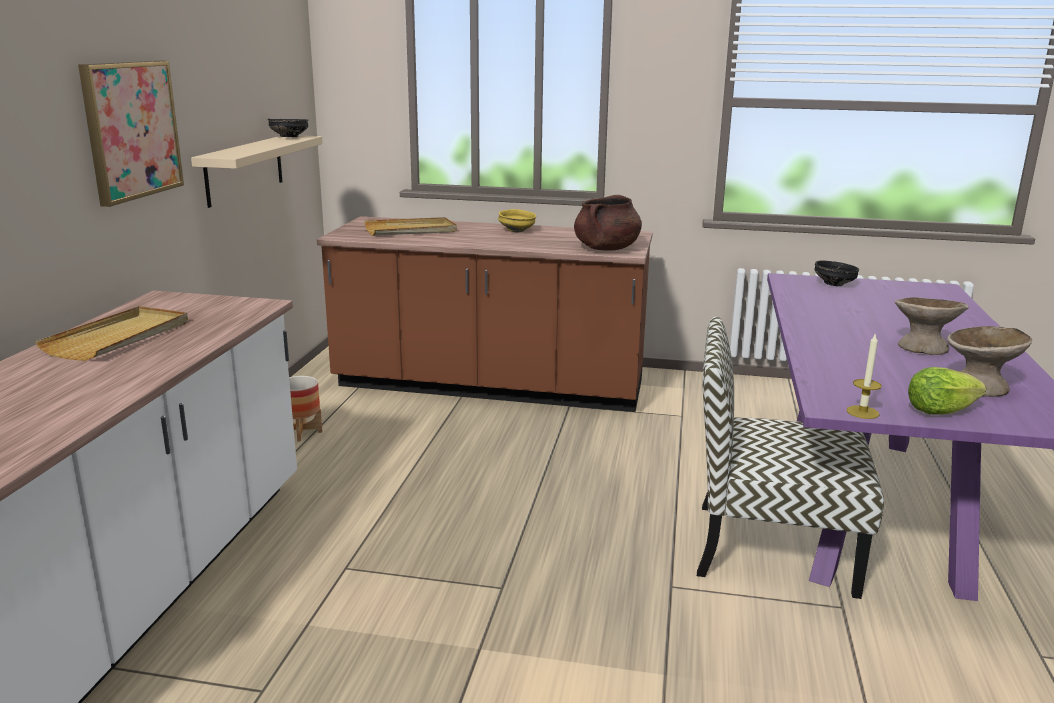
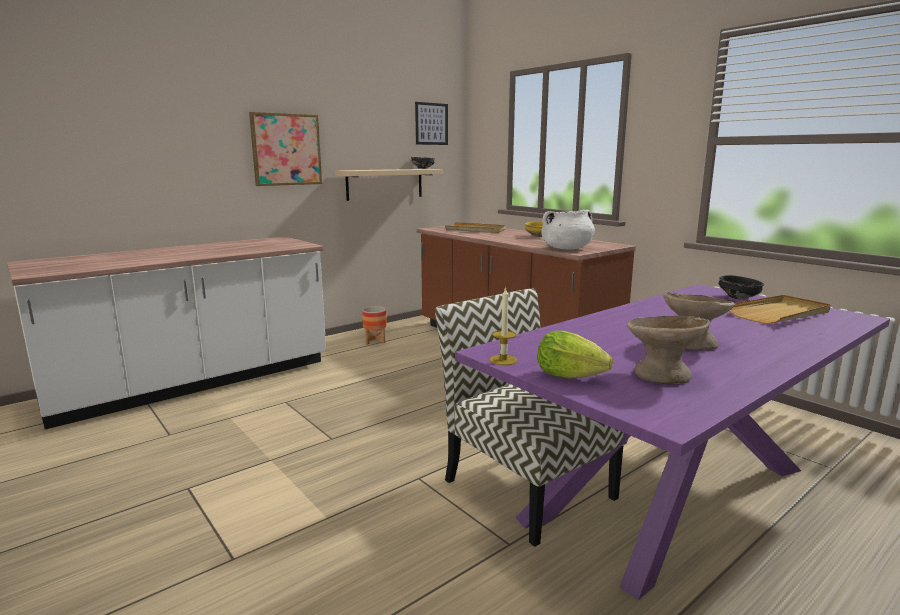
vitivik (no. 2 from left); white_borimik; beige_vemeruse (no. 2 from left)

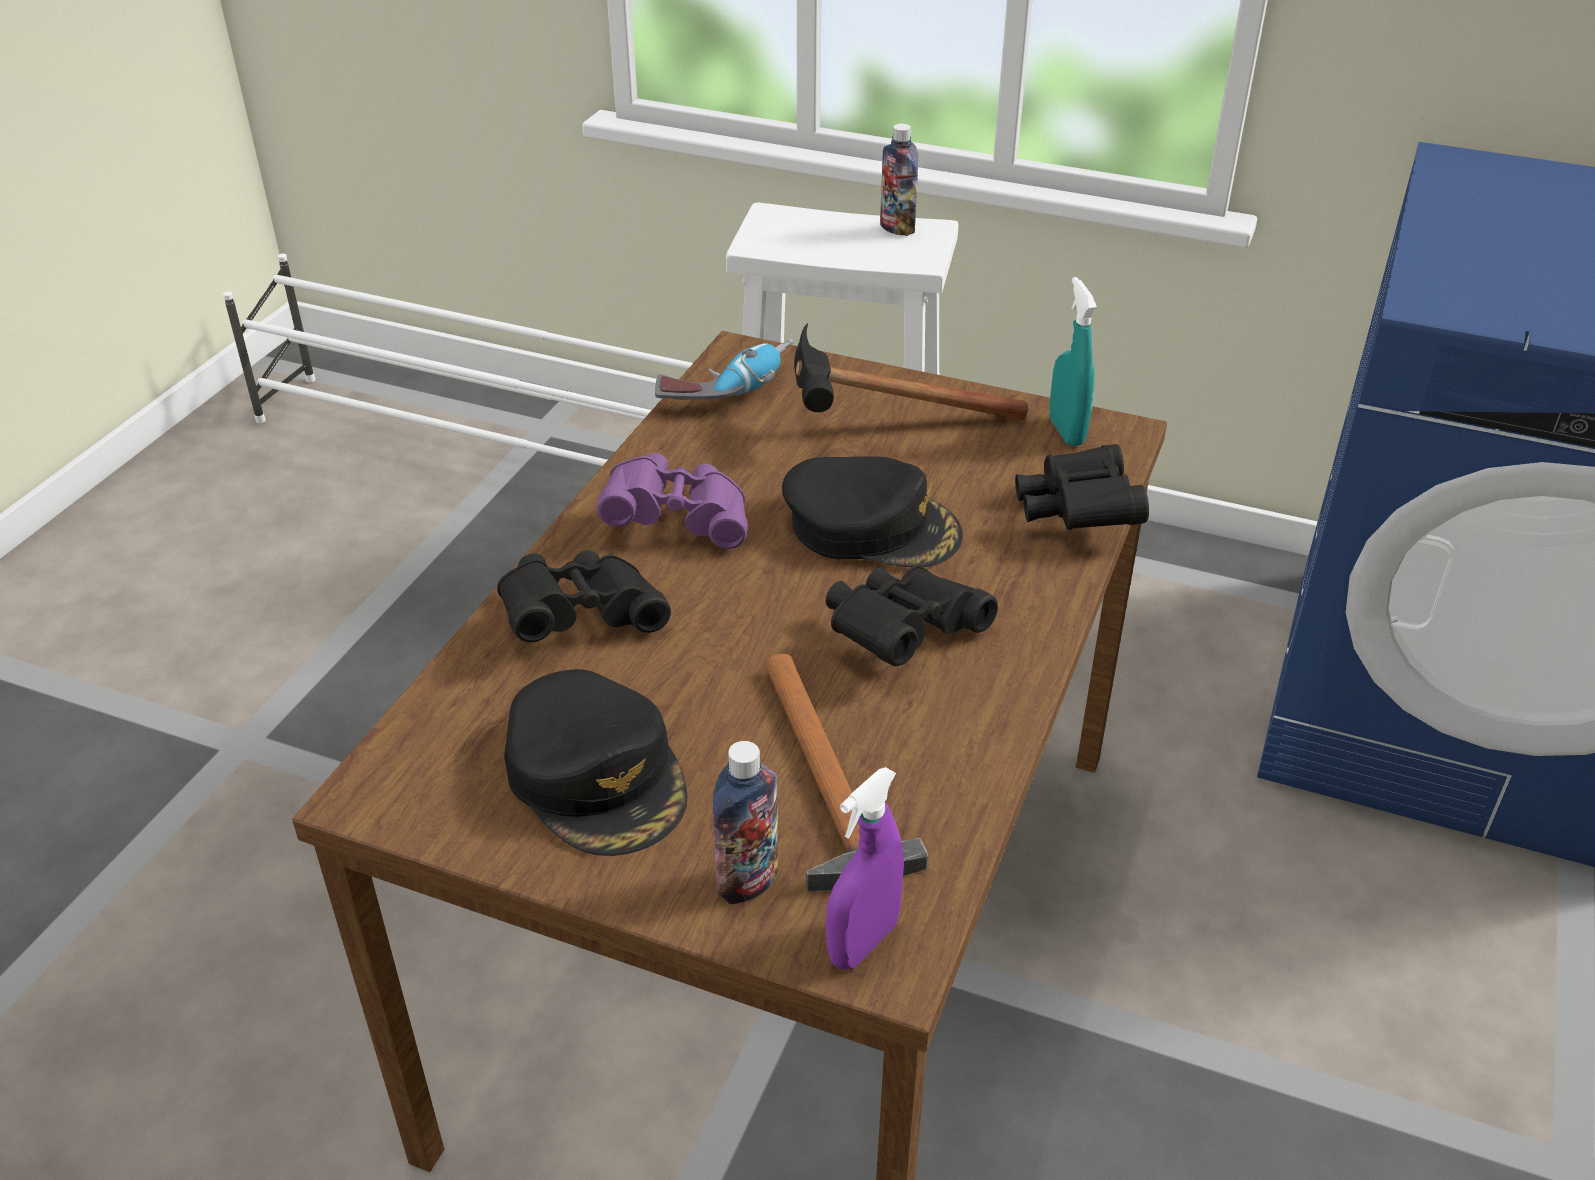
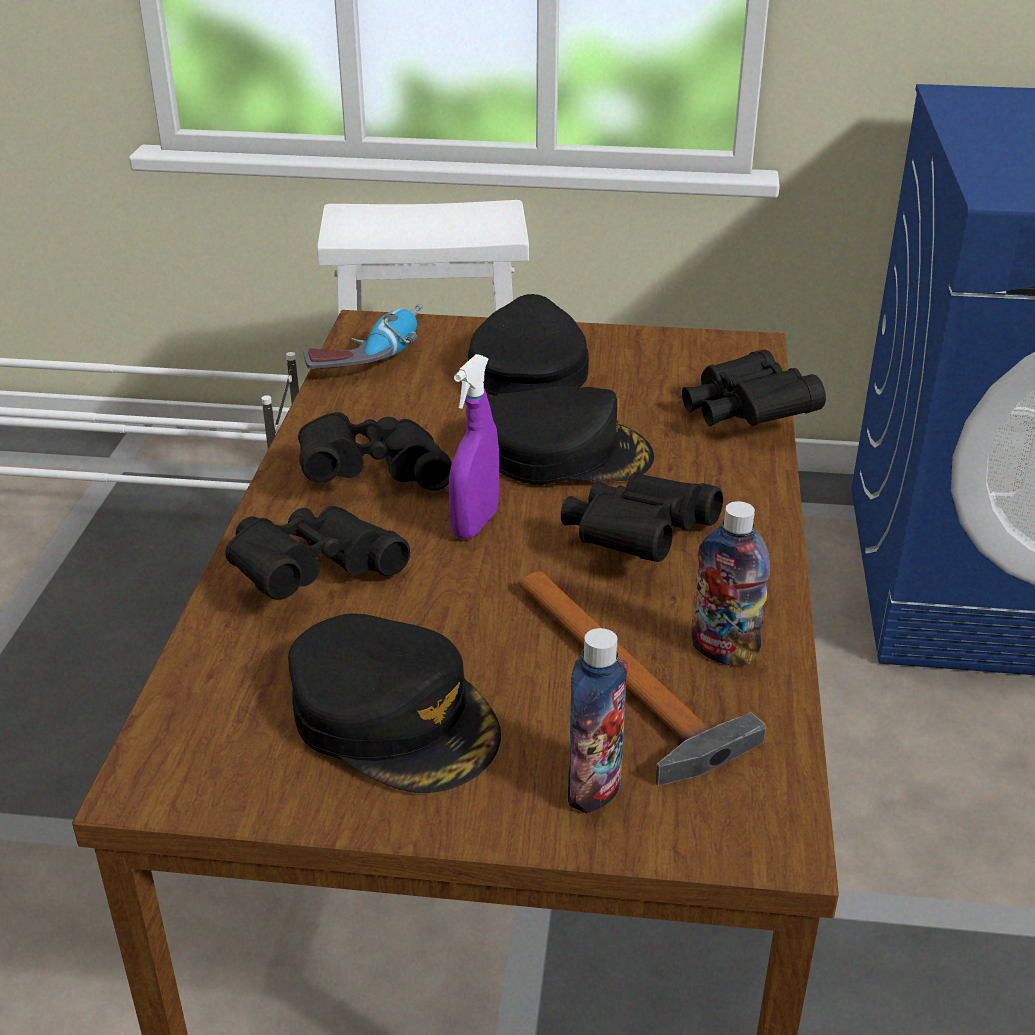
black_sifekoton (no. 2 from left); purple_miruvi; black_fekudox (no. 2 from left); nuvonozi (no. 2 from left); turquoise_miruvi

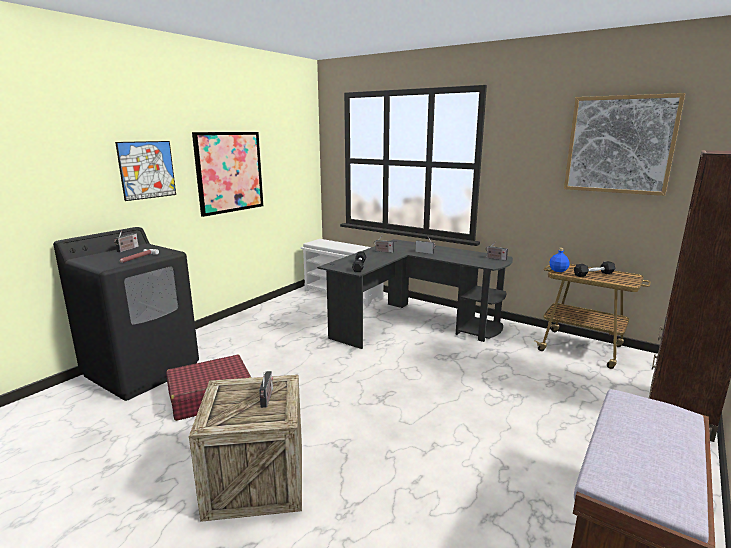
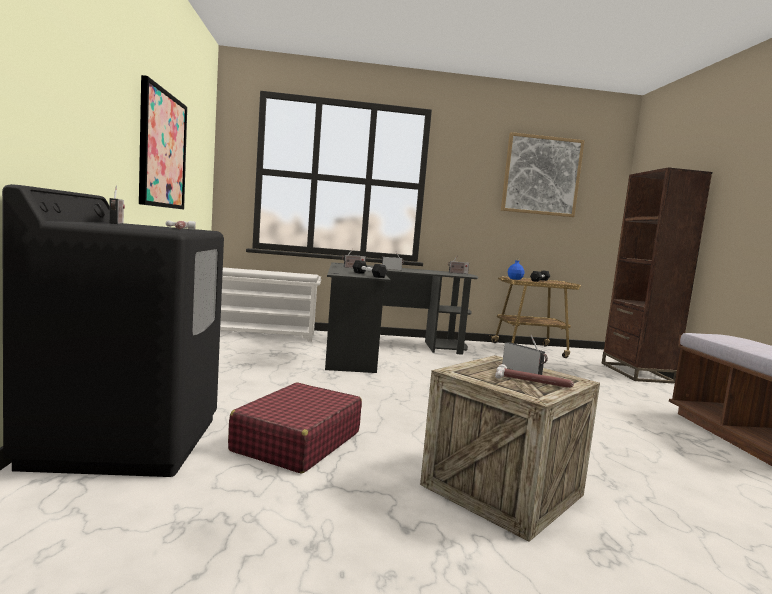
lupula (no. 2 from left); vitivik (no. 1 from left in the first image)

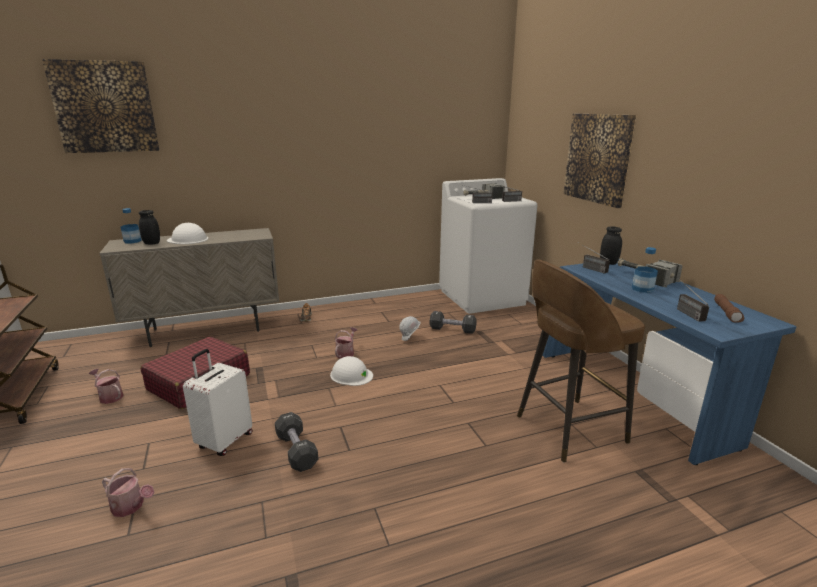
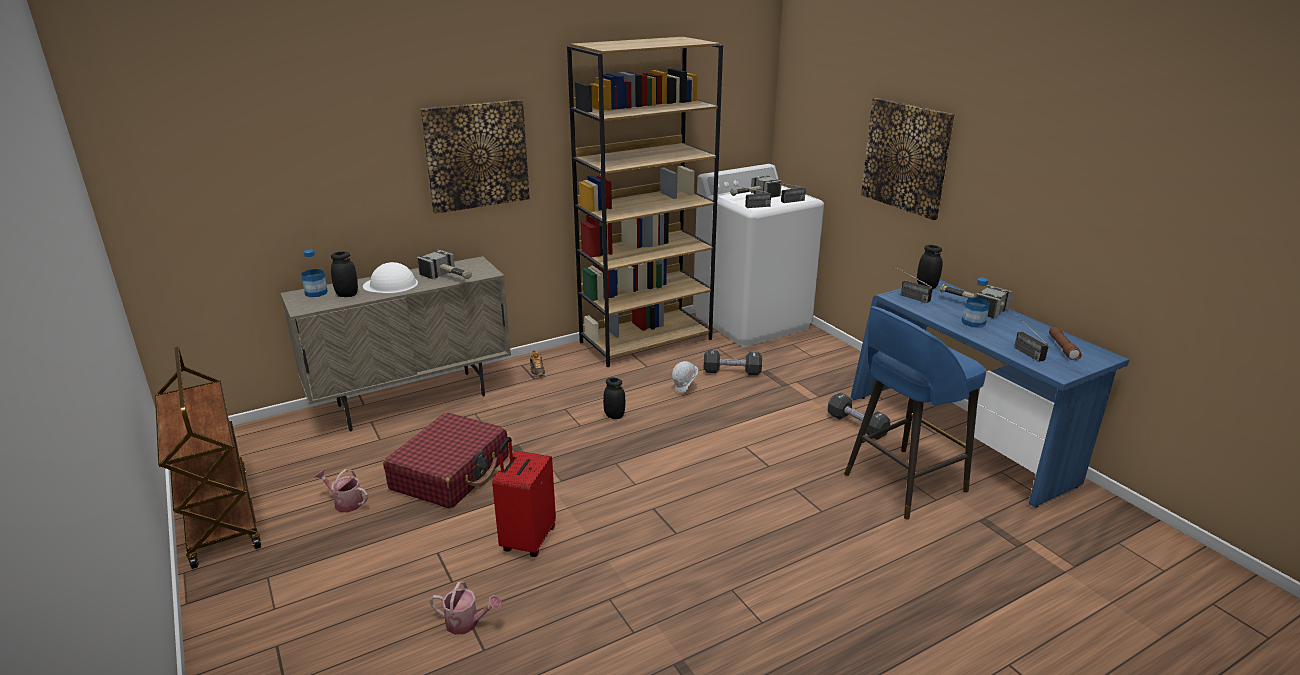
lupula (no. 1 from left); vitivik (no. 1 from left); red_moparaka (no. 2 from left); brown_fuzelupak; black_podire (no. 2 from left); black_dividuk (no. 2 from left); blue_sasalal; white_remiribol (no. 2 from left in the first image)

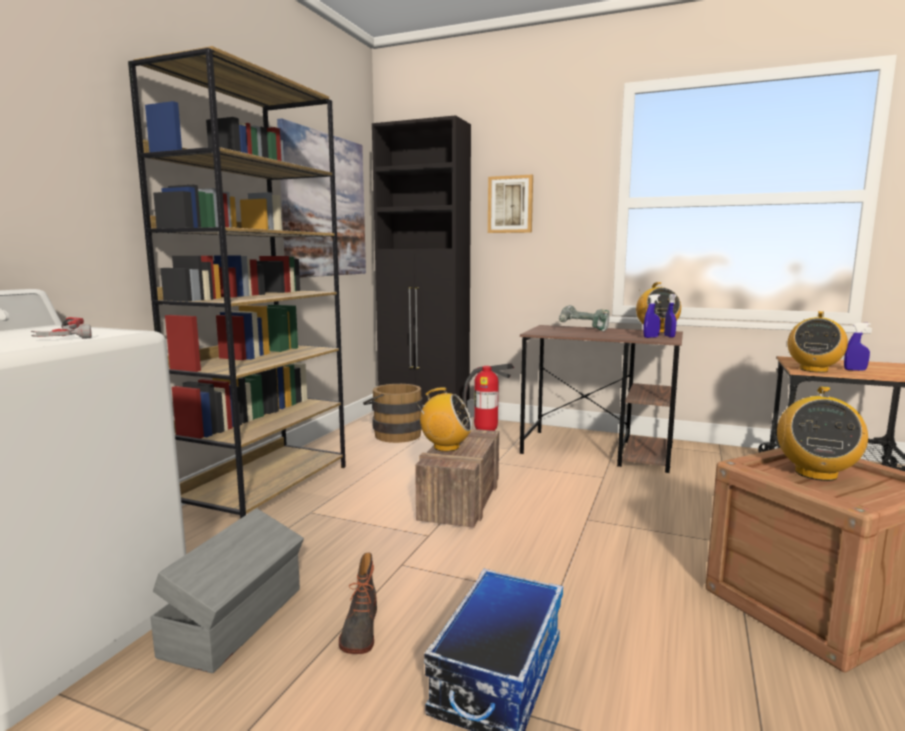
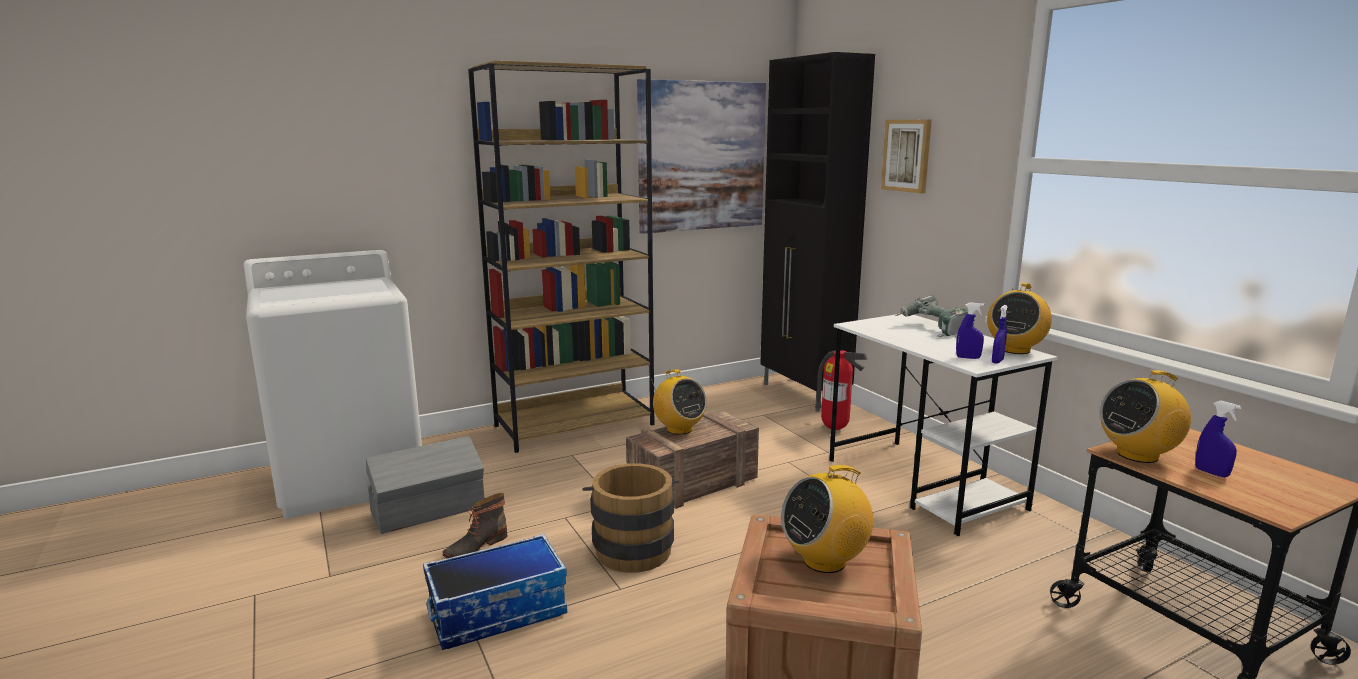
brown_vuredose; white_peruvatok; lupula

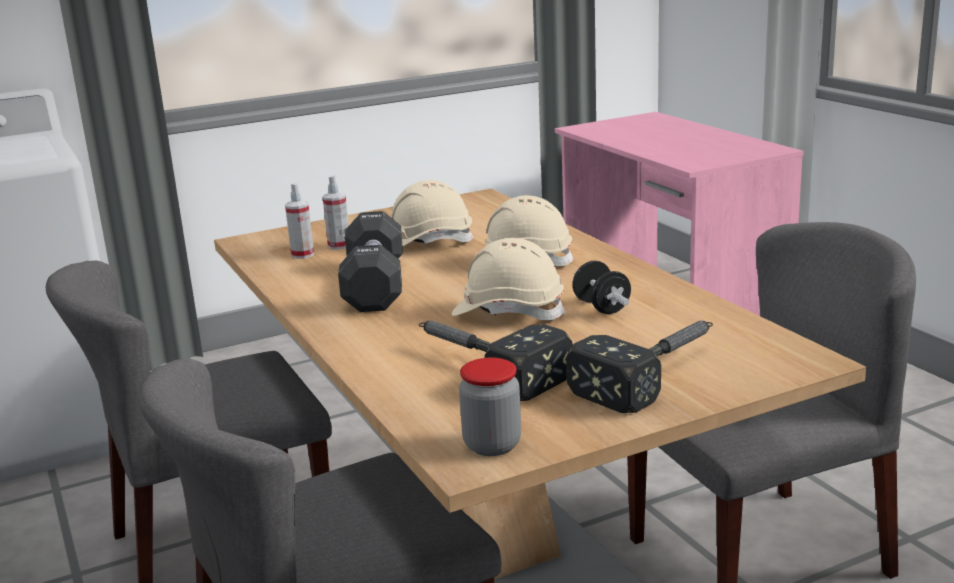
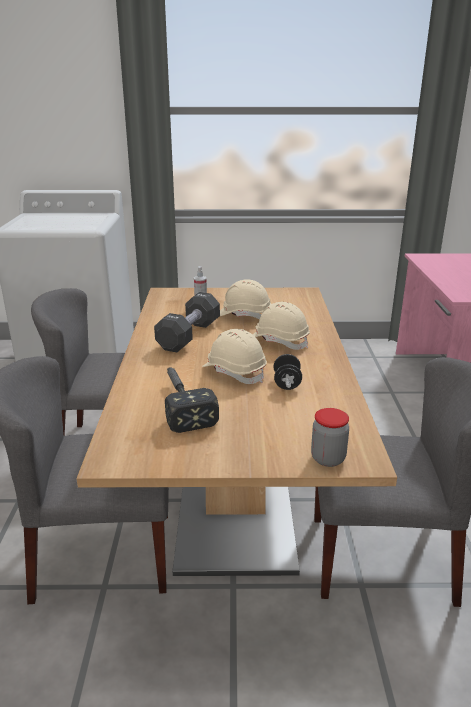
podire; miruvi (no. 1 from left in the first image); lupula (no. 2 from left in the first image)

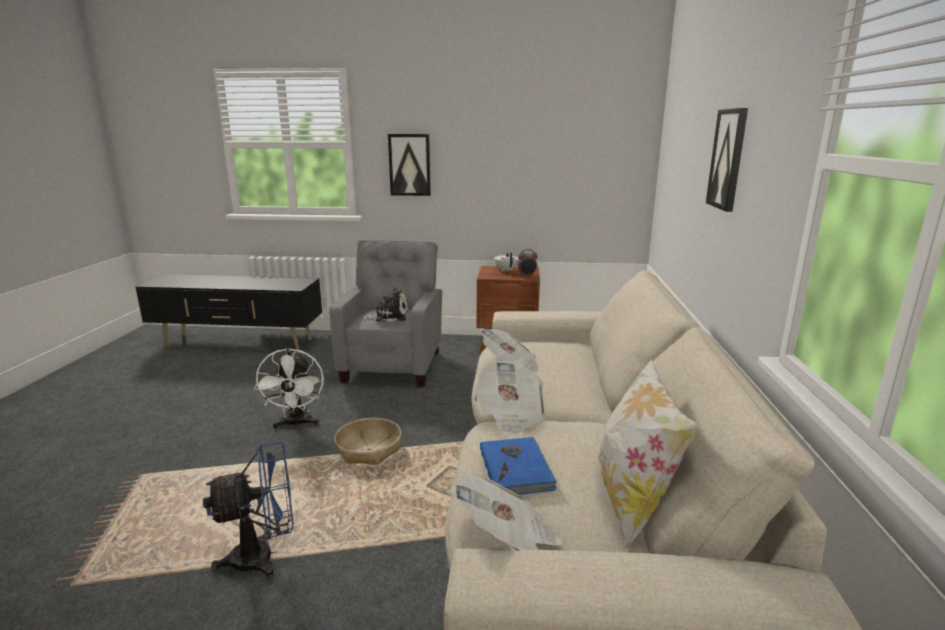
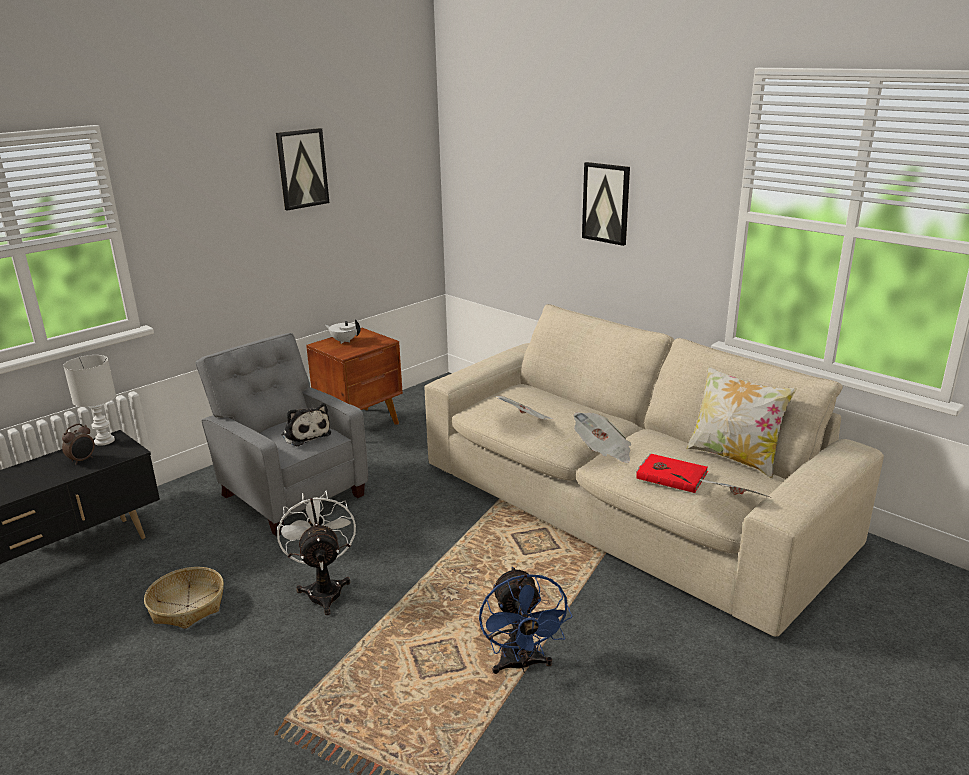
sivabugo; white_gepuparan; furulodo; vitivik (no. 1 from left); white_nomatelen; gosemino; blue_nomatelen; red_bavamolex

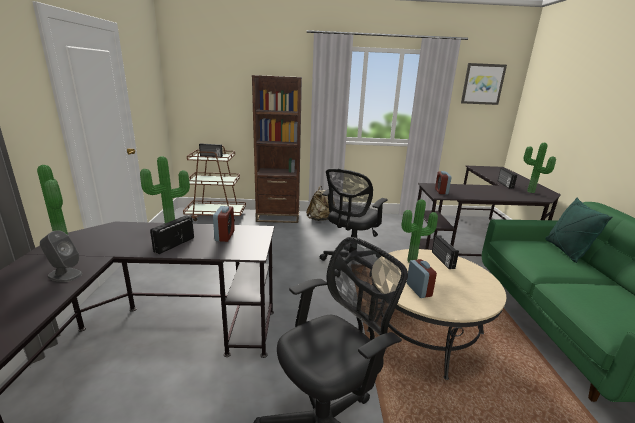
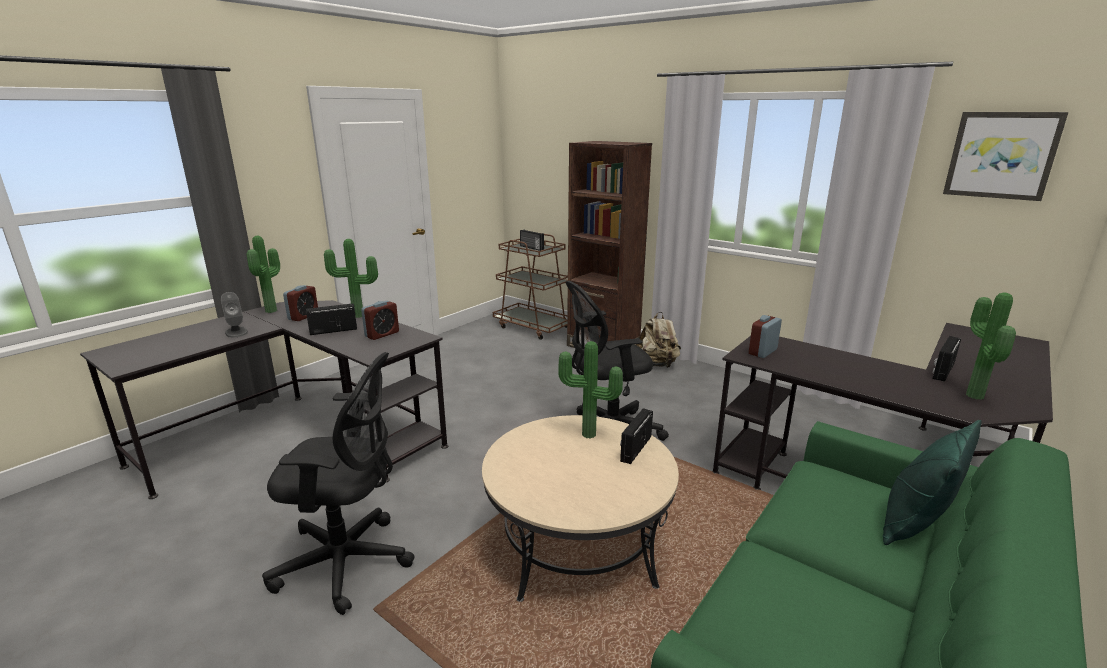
sivabugo (no. 1 from left)

